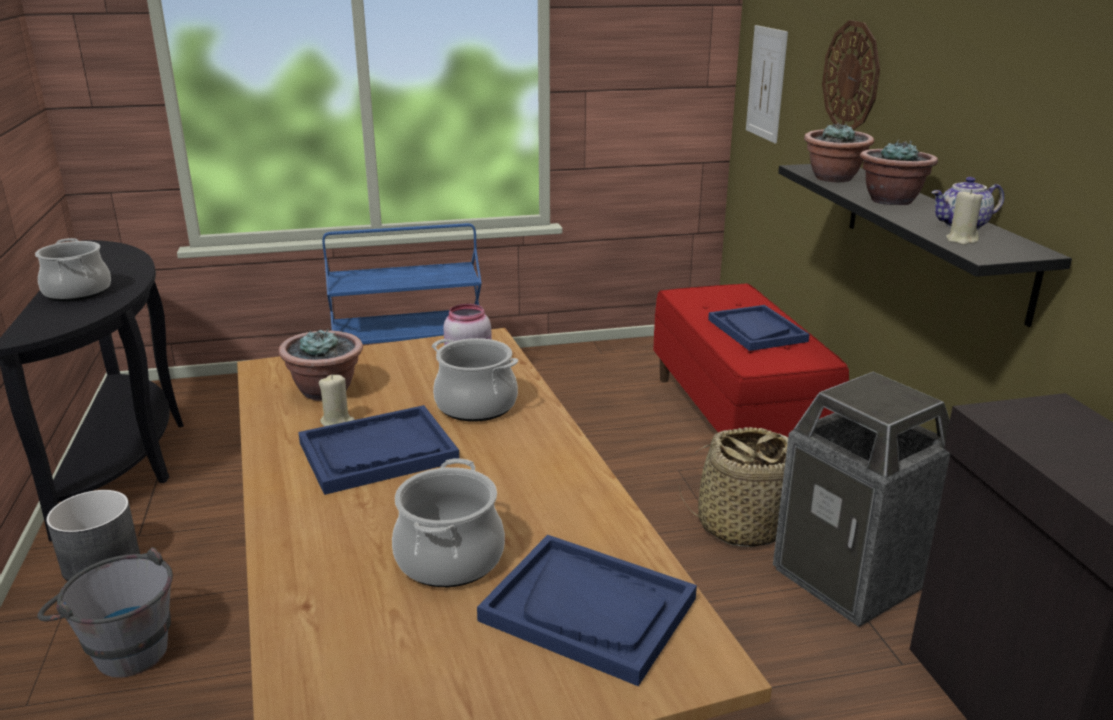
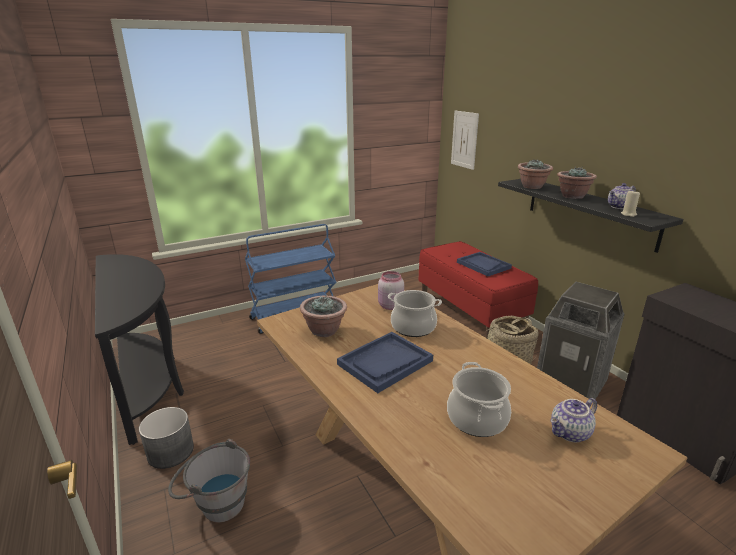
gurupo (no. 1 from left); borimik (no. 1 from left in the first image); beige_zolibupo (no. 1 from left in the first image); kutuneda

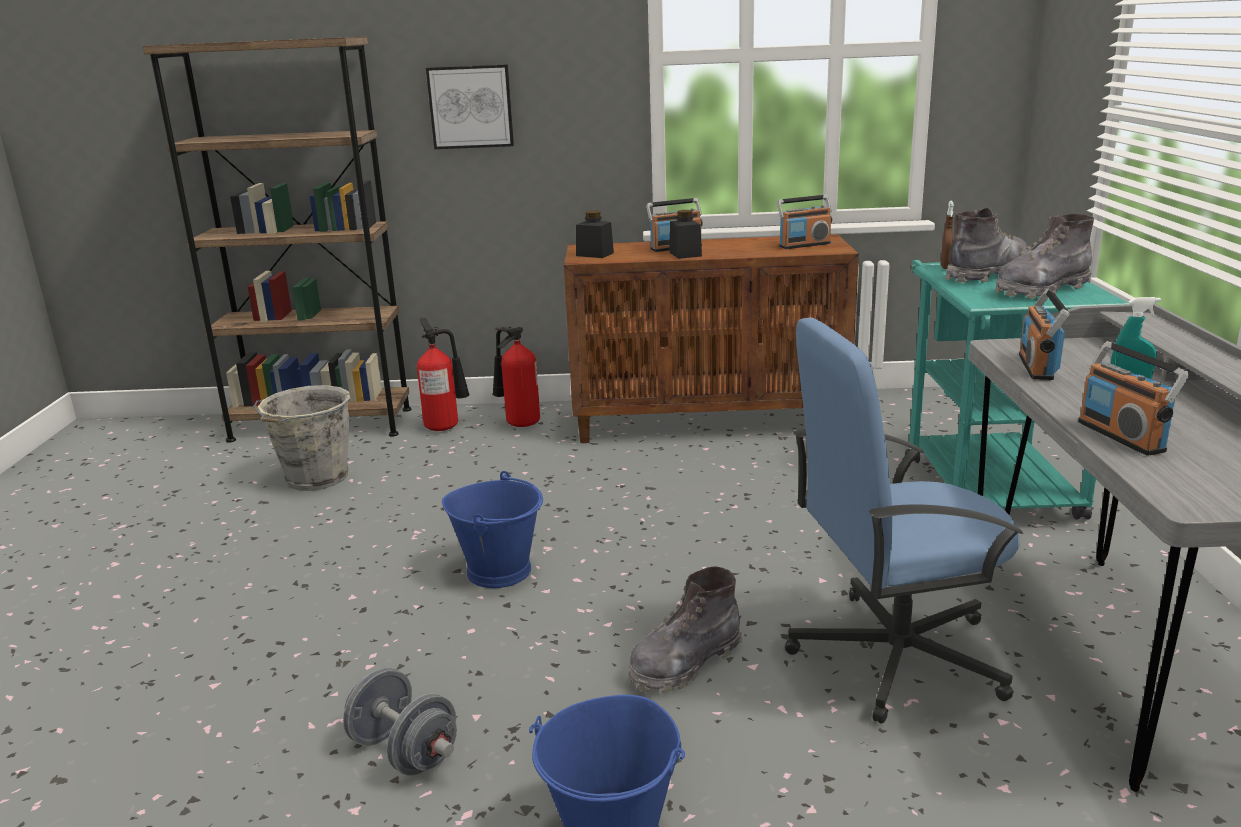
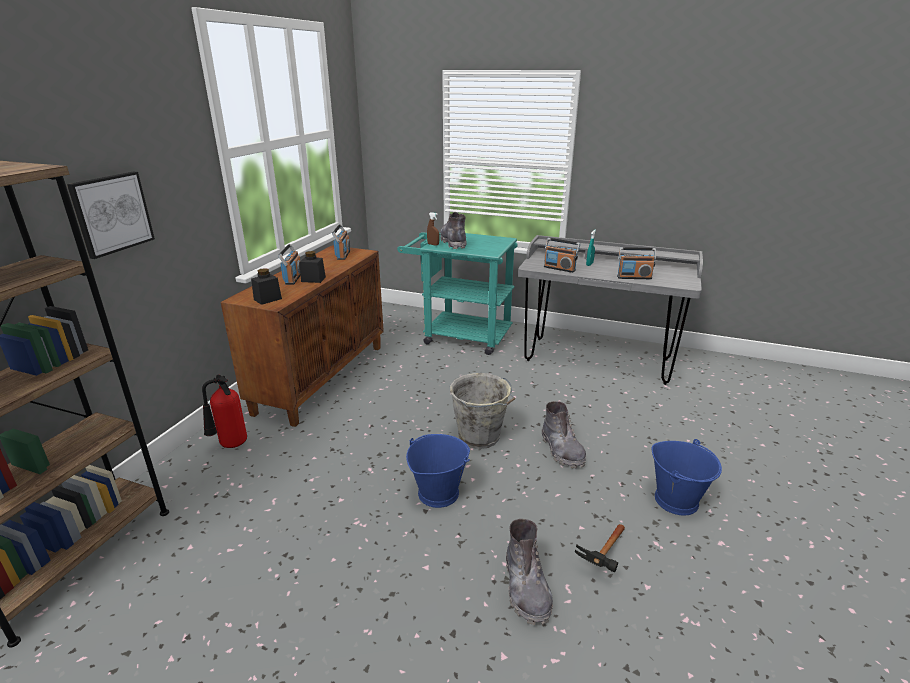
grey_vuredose; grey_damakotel (no. 2 from left); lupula; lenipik (no. 1 from left in the first image); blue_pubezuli

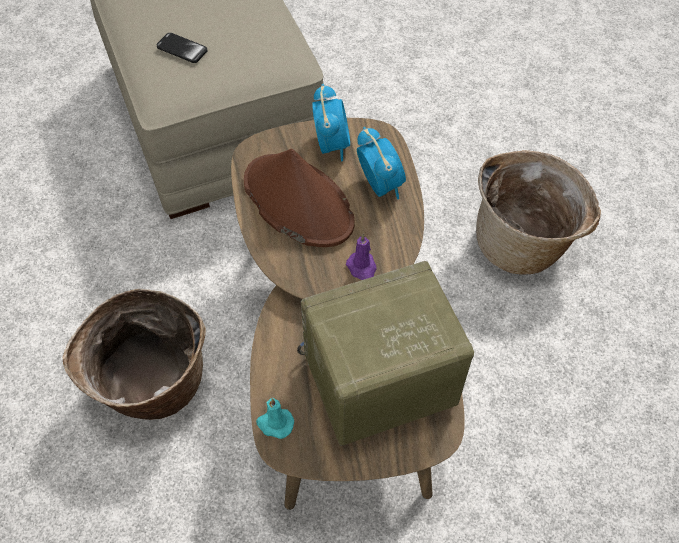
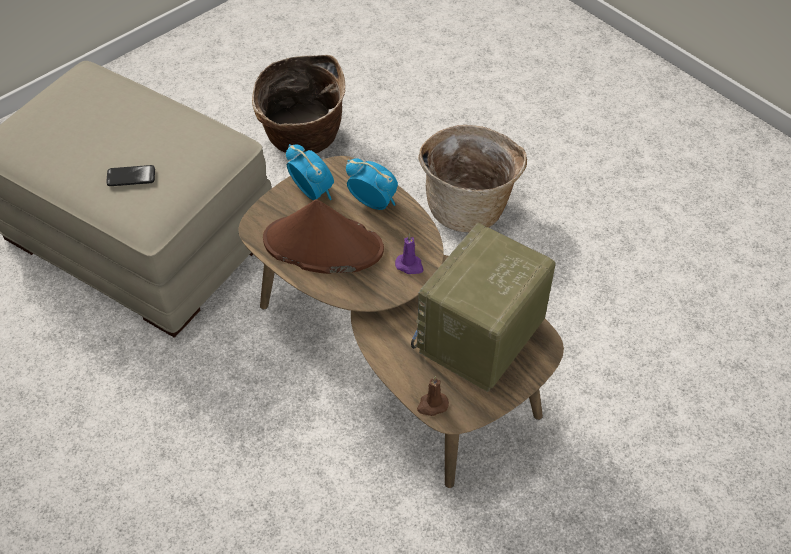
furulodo (no. 1 from left); brown_zolibupo

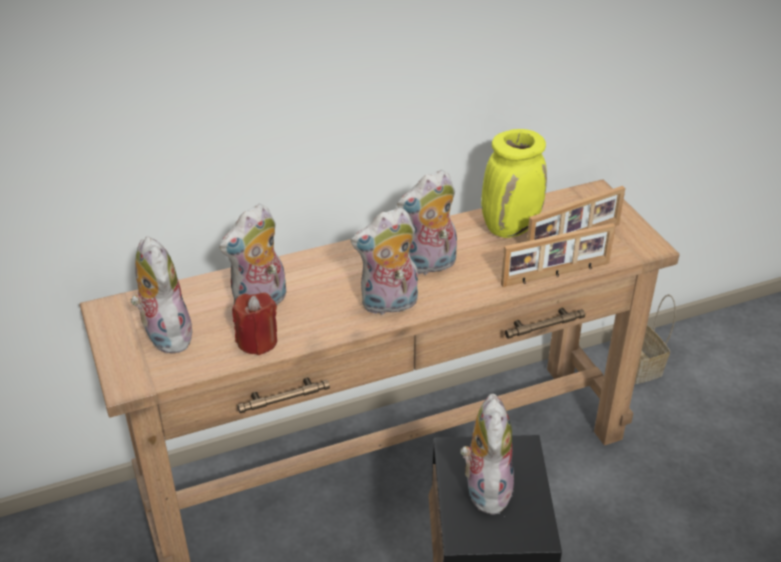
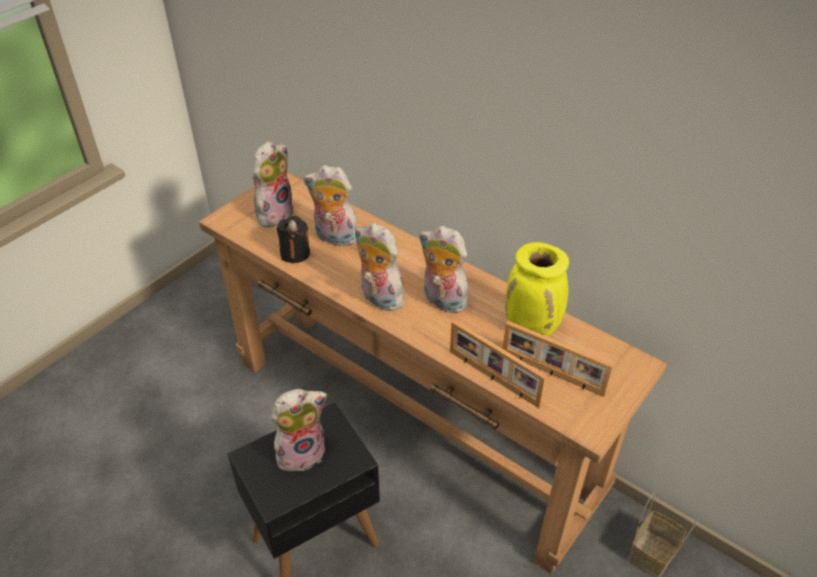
black_zolibupo

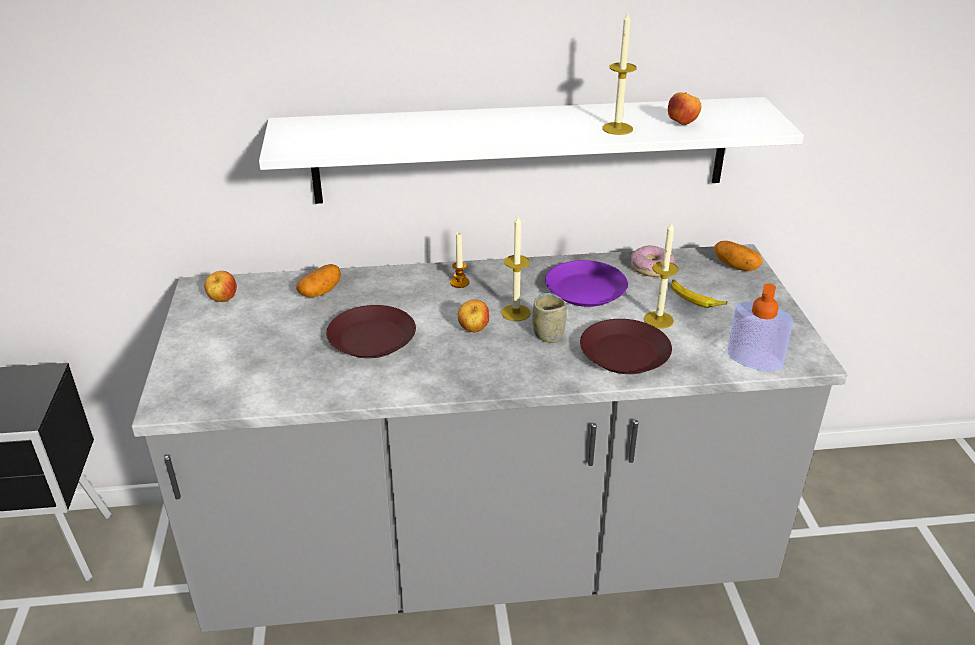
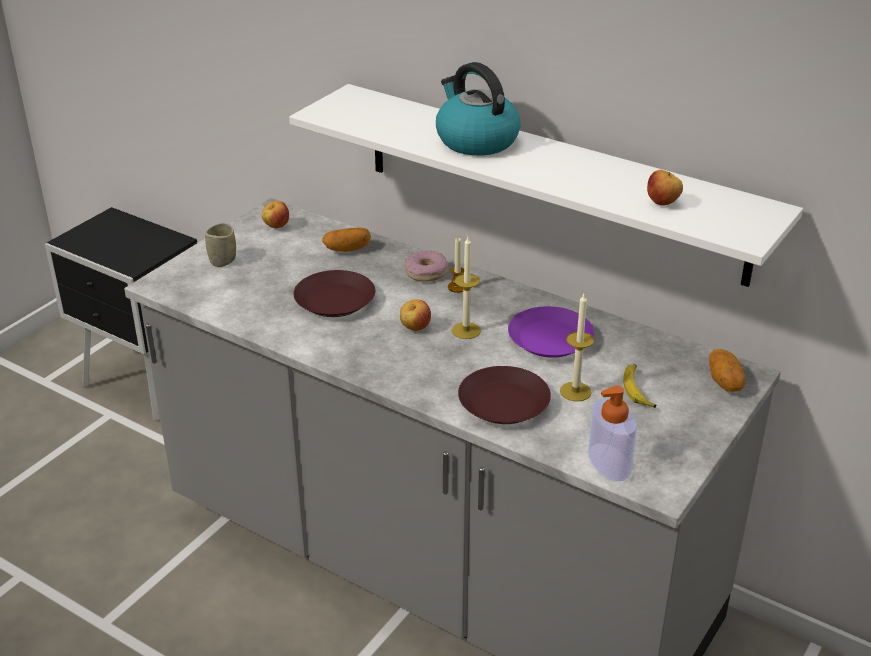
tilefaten; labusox; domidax; zolibupo (no. 3 from left in the first image)

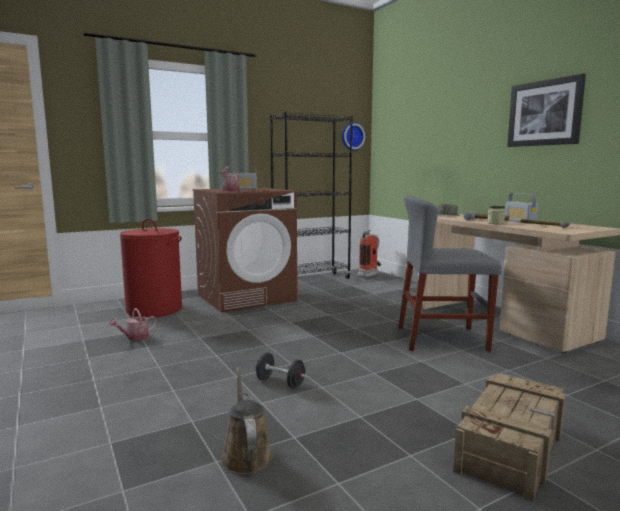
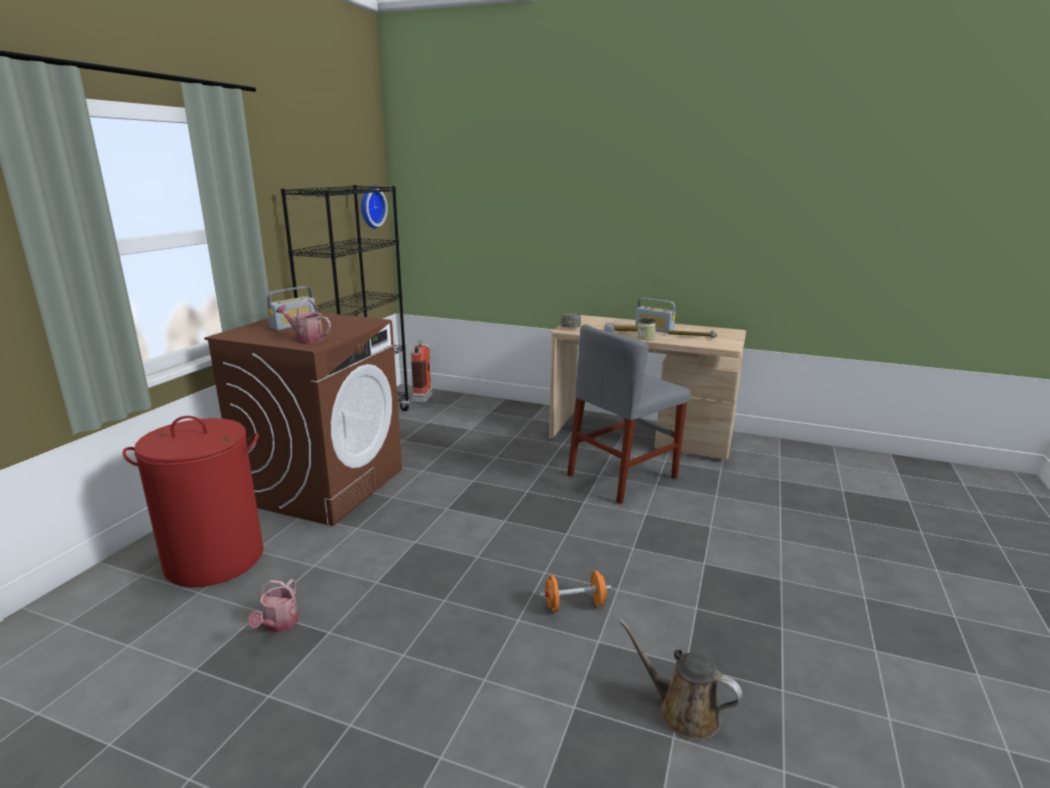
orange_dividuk; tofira; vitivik

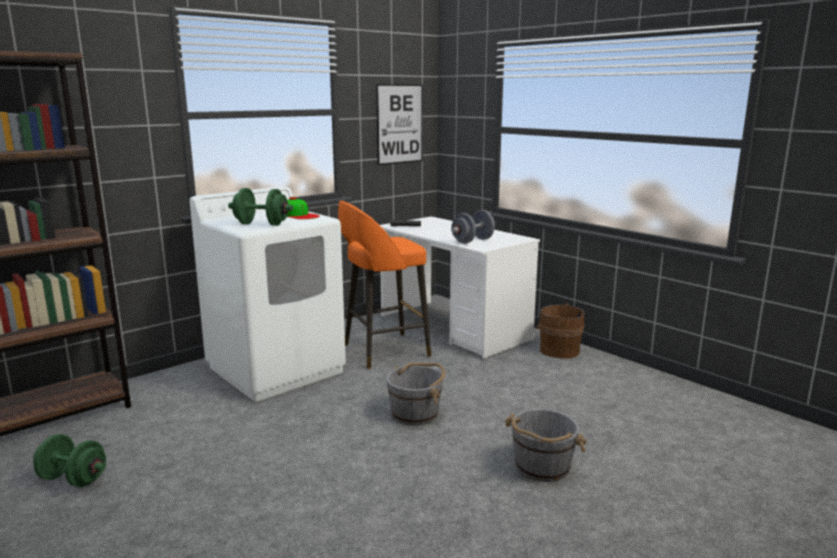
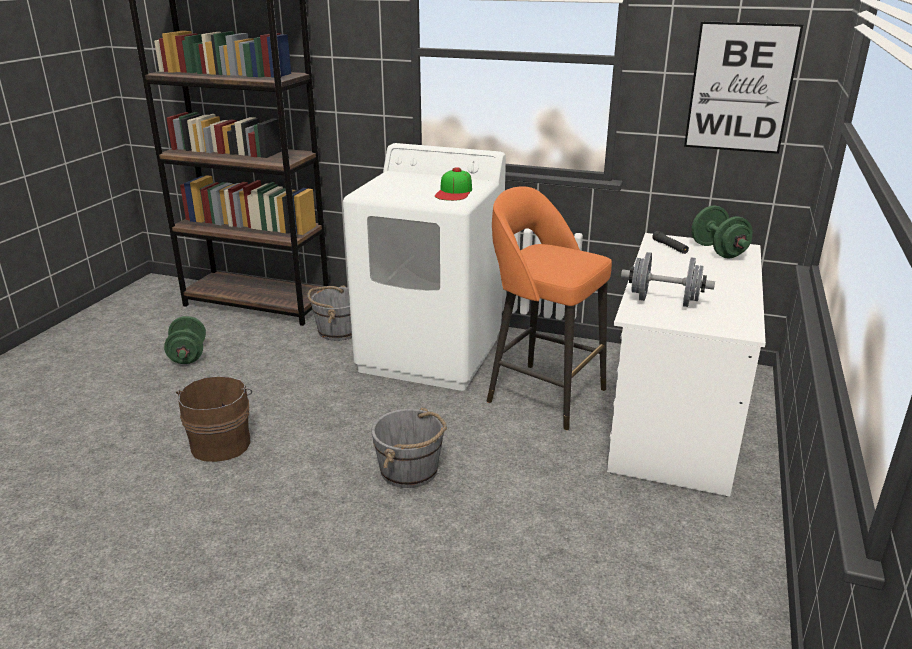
brown_vuredose; grey_vuredose (no. 1 from left); green_dividuk (no. 2 from left)

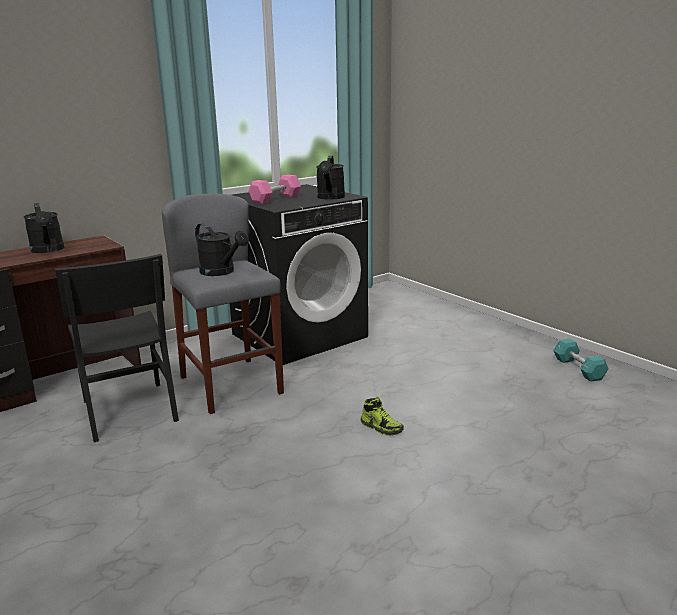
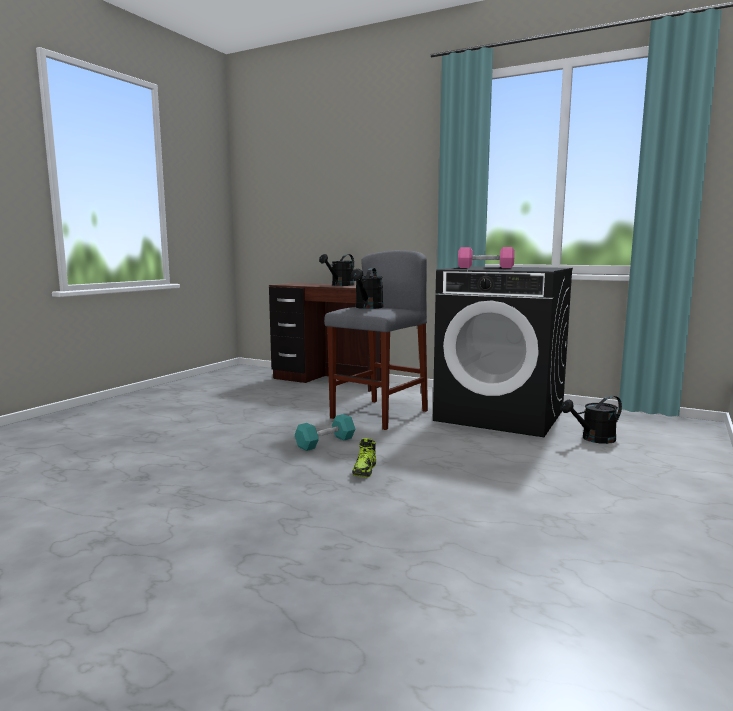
turquoise_dividuk; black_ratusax (no. 3 from left); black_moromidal

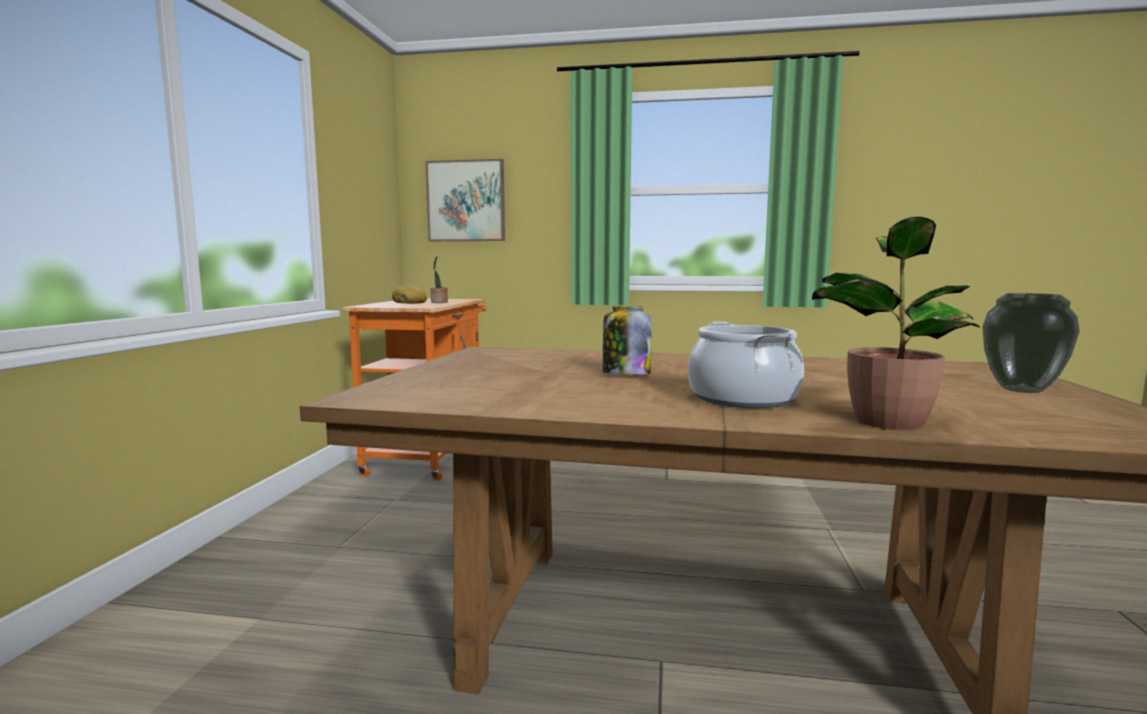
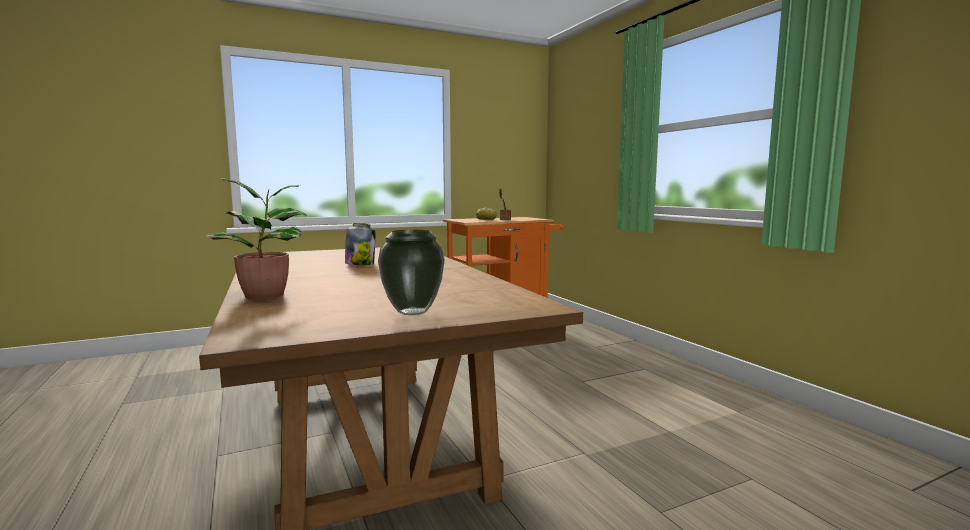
vitivik; borimik

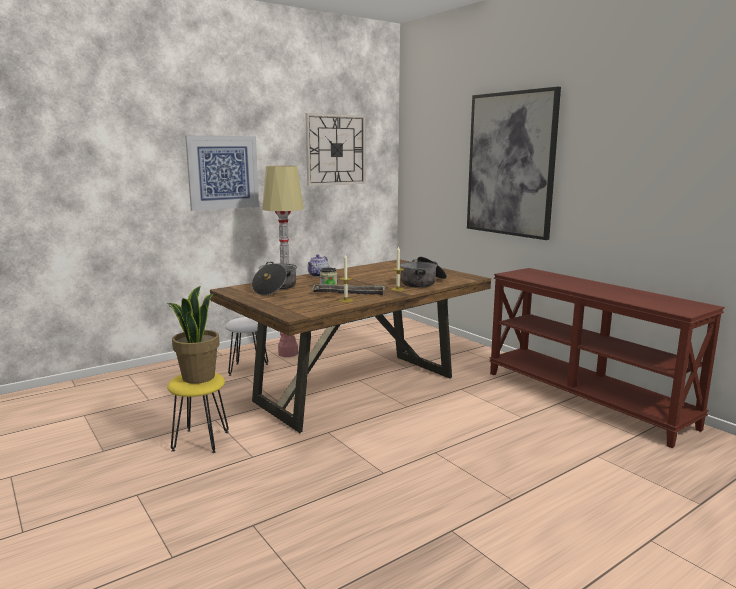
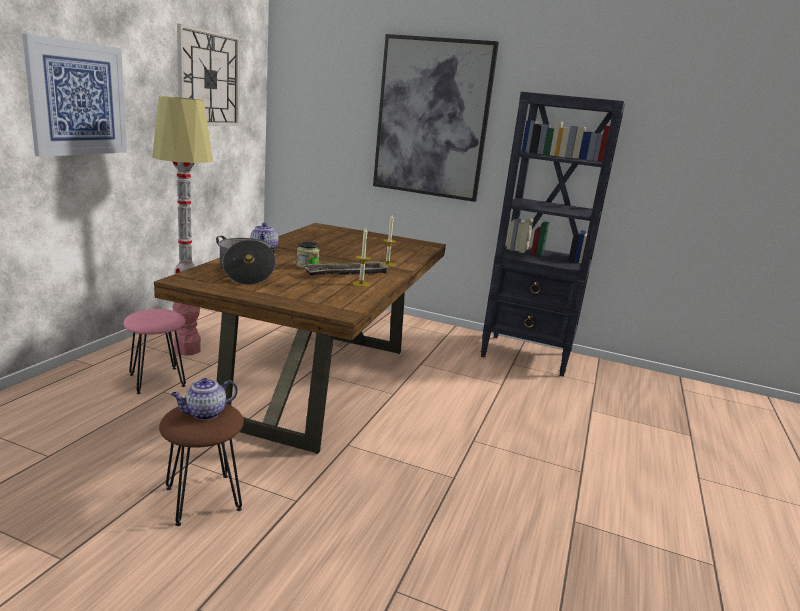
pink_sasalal; brown_sasalal; gurupo (no. 1 from left); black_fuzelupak; borimik (no. 2 from left in the first image)

